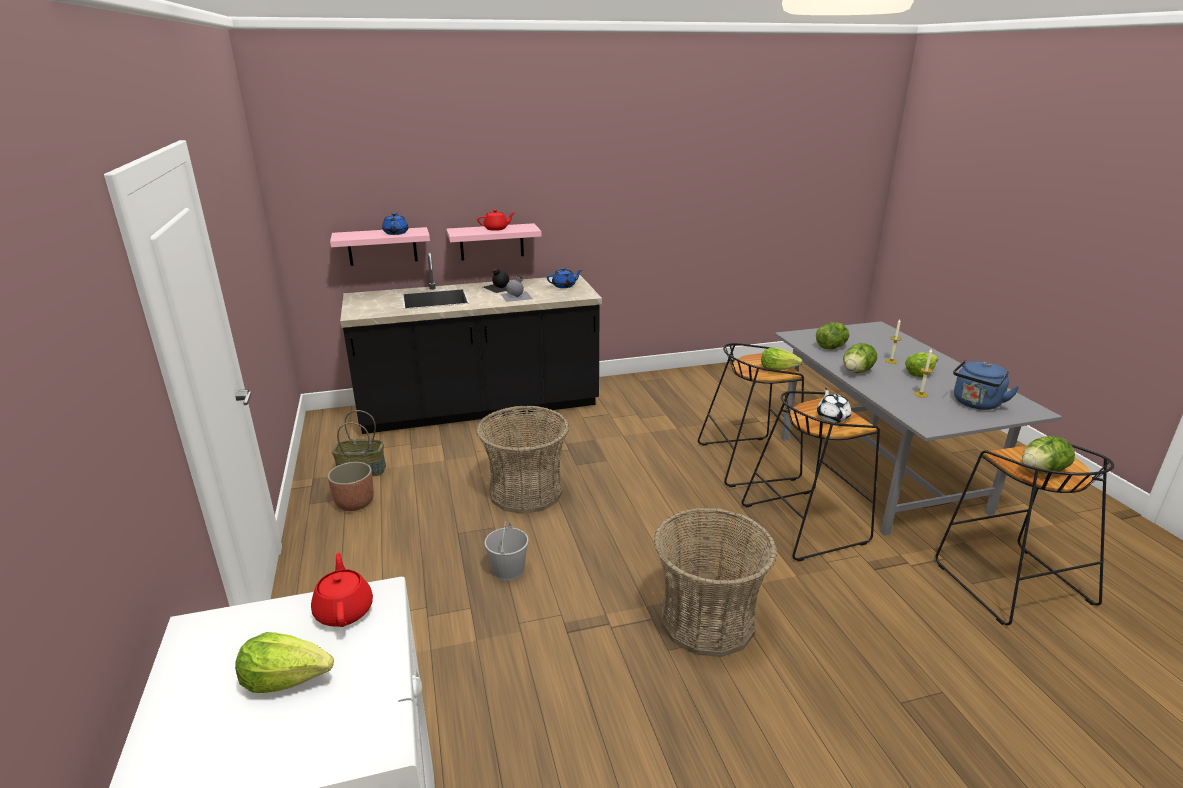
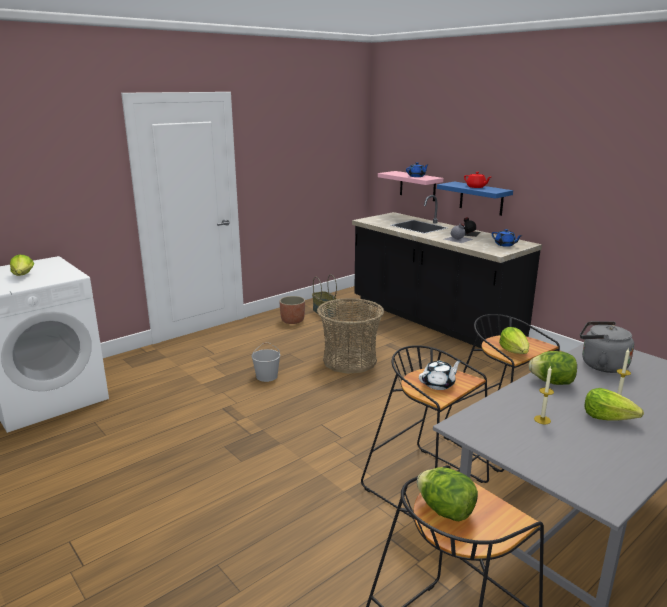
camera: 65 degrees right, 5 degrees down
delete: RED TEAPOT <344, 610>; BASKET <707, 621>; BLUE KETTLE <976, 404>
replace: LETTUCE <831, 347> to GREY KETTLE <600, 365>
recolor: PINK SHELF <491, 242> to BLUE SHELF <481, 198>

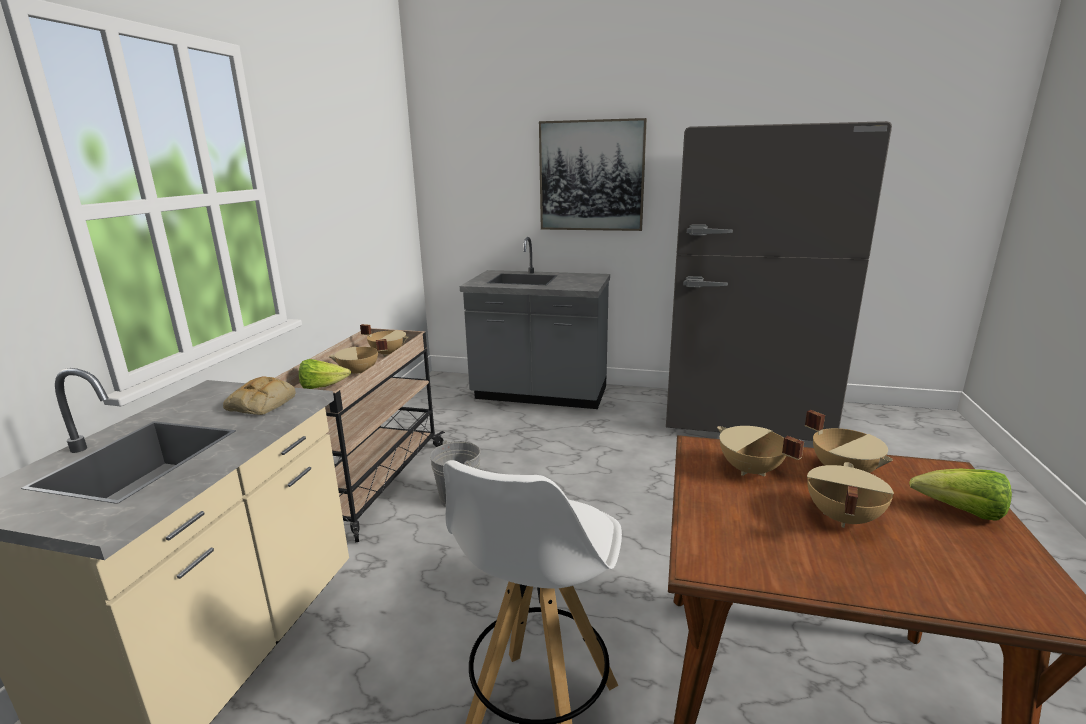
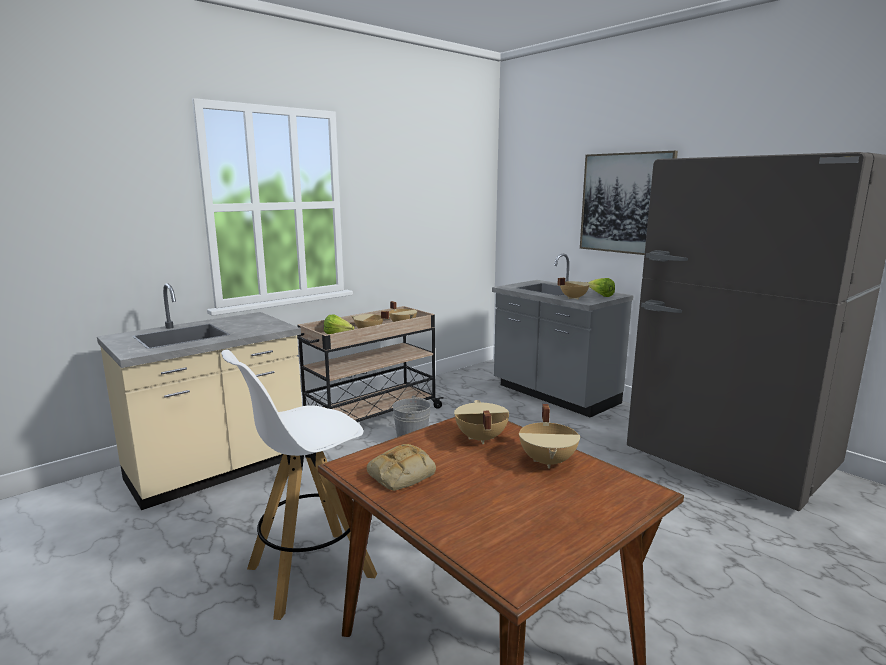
camera: 35 degrees right, 5 degrees down
move: BREAD <262, 404> to <401, 474>; BEIGE COOKING POT <841, 517> to <573, 298>; LETTUCE <960, 512> to <600, 295>

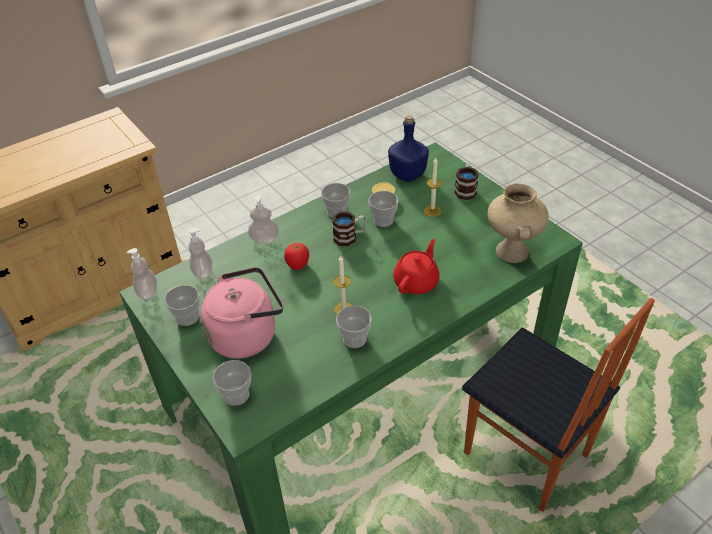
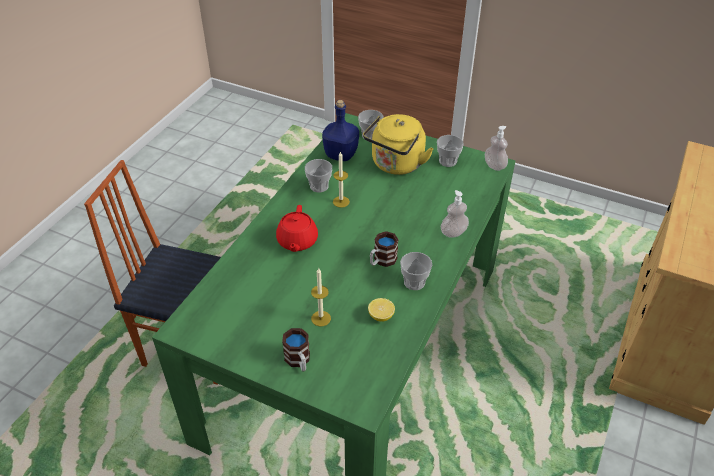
camera: 150 degrees right, 0 degrees up
delete: SOAP DISPENSER <203, 272>; TOMATO <297, 265>; CUP <383, 220>; BEIGE VASE <510, 251>
move: BLUE BOTTLE <408, 175> to <340, 154>
recolor: PINK KETTLE <247, 334> to YELLOW KETTLE <396, 165>

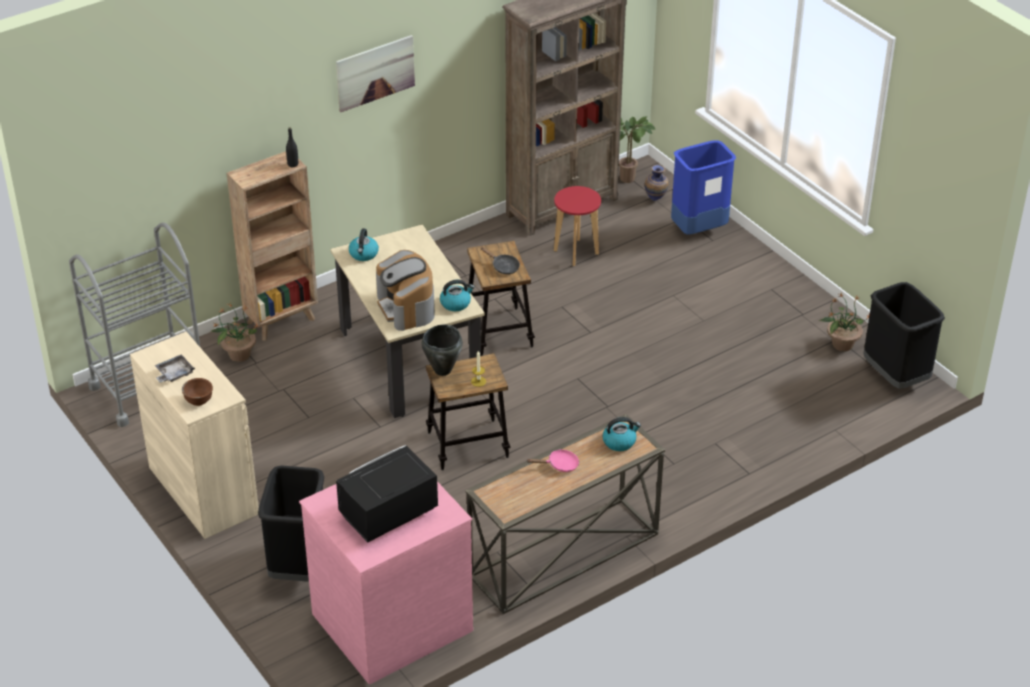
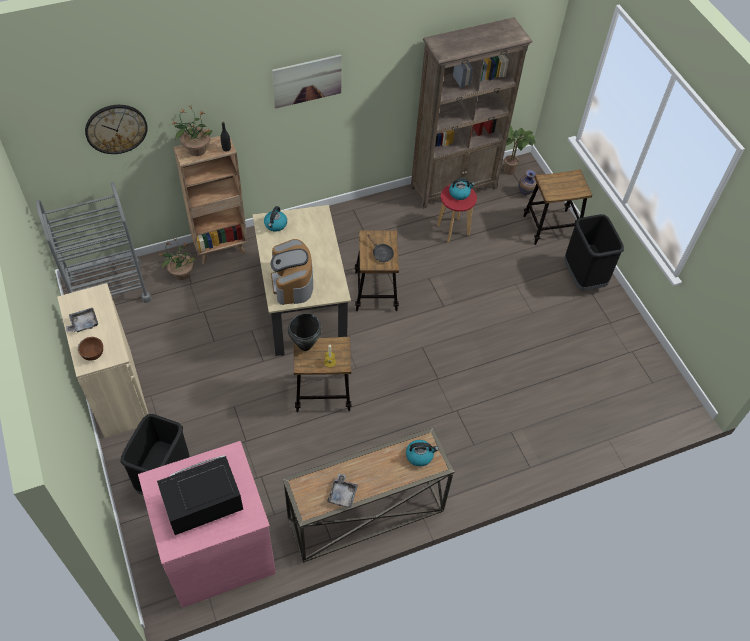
camera: 10 degrees right, 15 degrees up
delete: PINK FRYING PAN <559, 465>
insert: WALL CLOCK <116, 128>; GREY TRAY <342, 494>
move: KETTLE <456, 303> to <459, 193>; POTTED PLANT <841, 344> to <196, 149>; BLACK TRASH CAN <894, 376> to <583, 277>
replace: BLUE TRASH CAN <698, 229> to STOOL <550, 227>

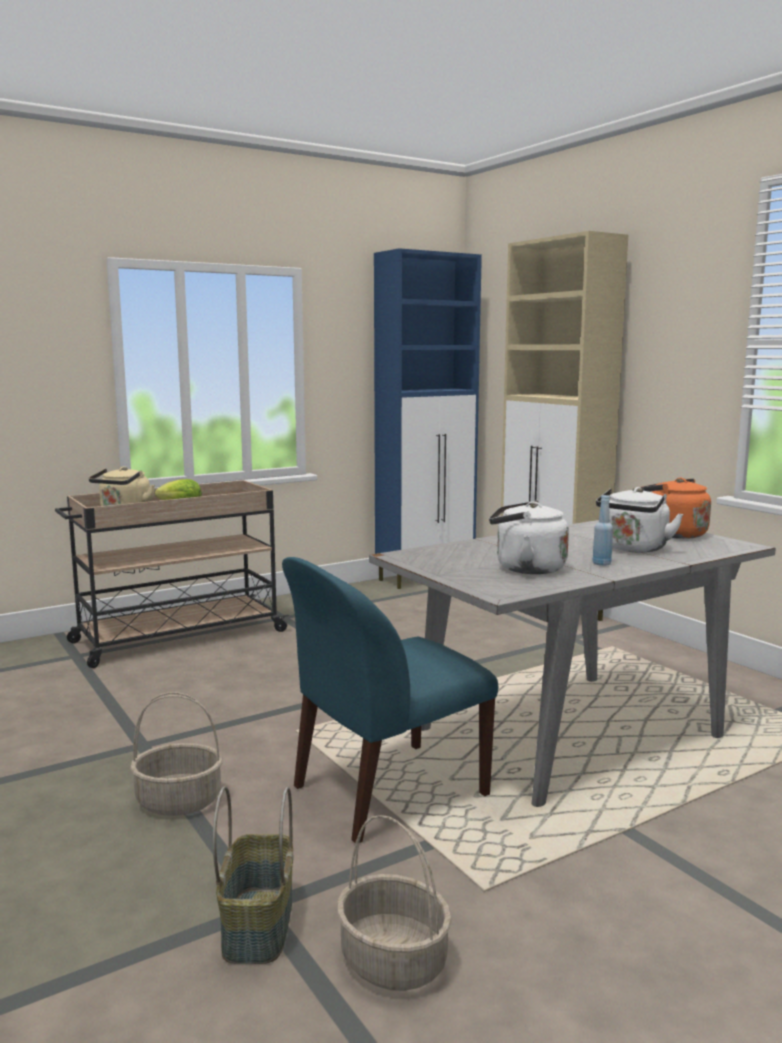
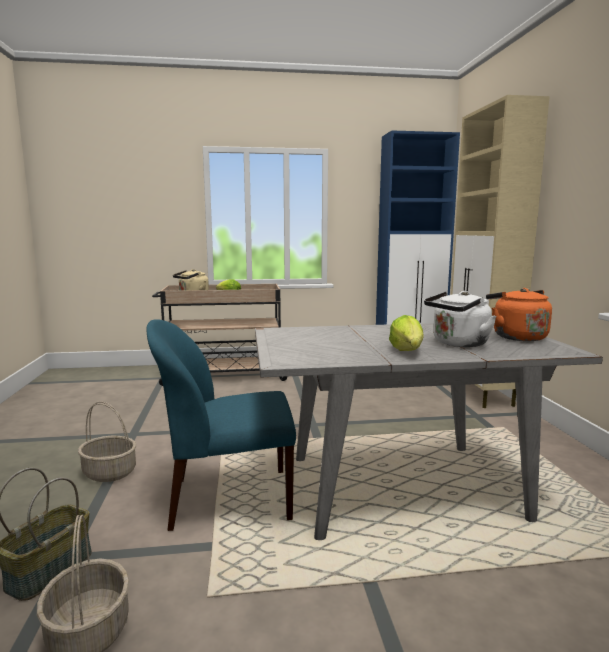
camera: 25 degrees right, 0 degrees up
delete: WHITE KETTLE <525, 568>
replace: BLUE BOTTLE <602, 564> to LETTUCE <407, 351>

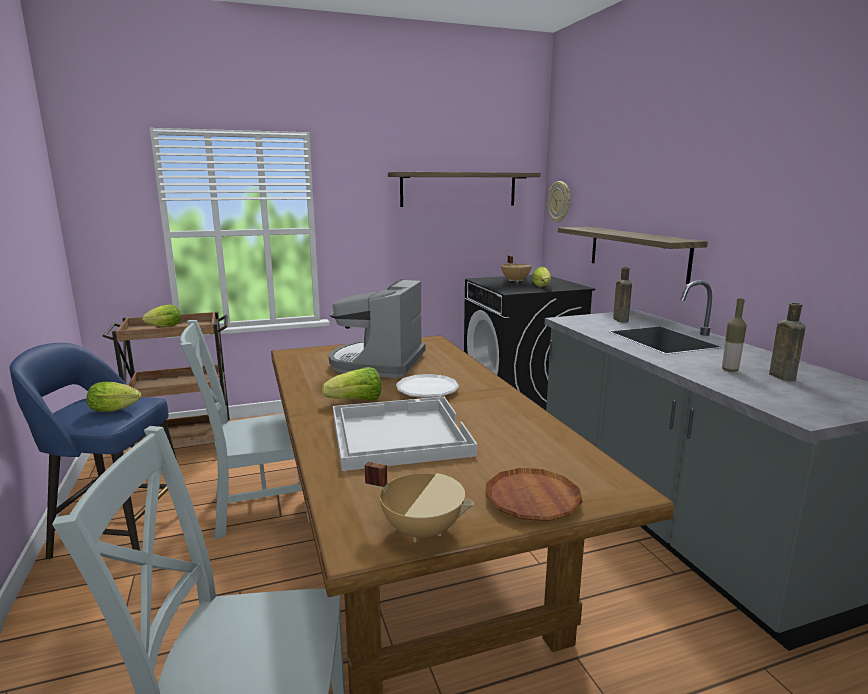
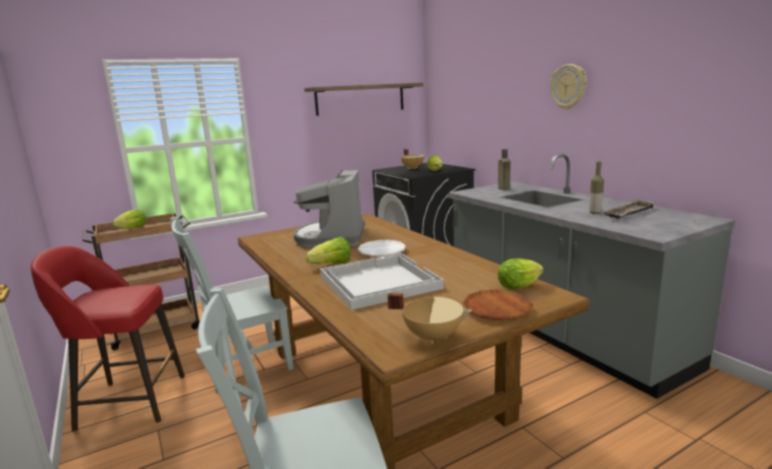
camera: 10 degrees left, 0 degrees up
delete: SHELF <637, 252>
move: LETTUCE <117, 410> to <521, 286>; WALL CLOCK <559, 201> to <568, 86>
replace: BROWN BOTTLE <780, 376> to TRAY <629, 213>
recolor: BLUE STOOL <118, 532> to RED STOOL <129, 402>

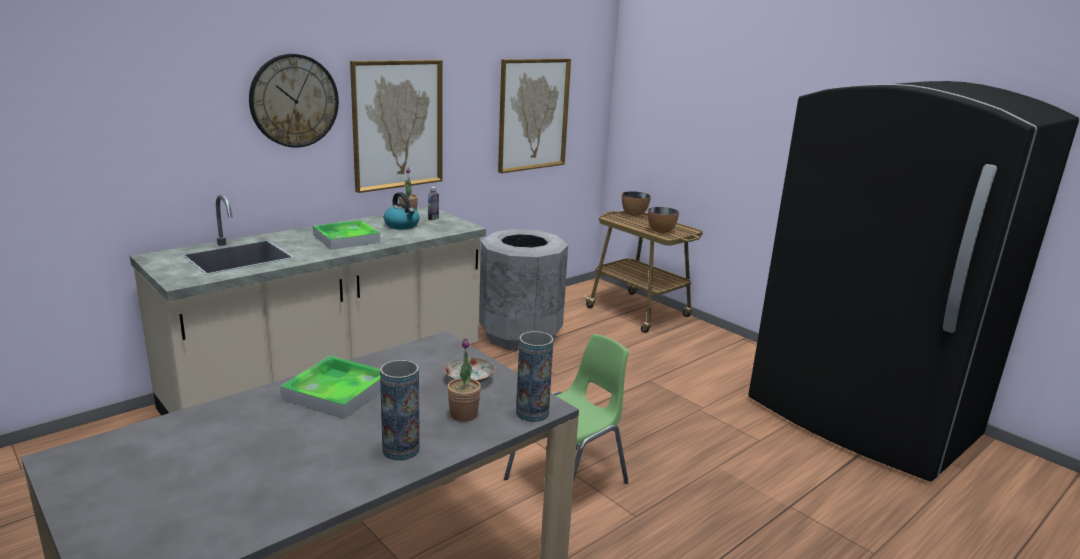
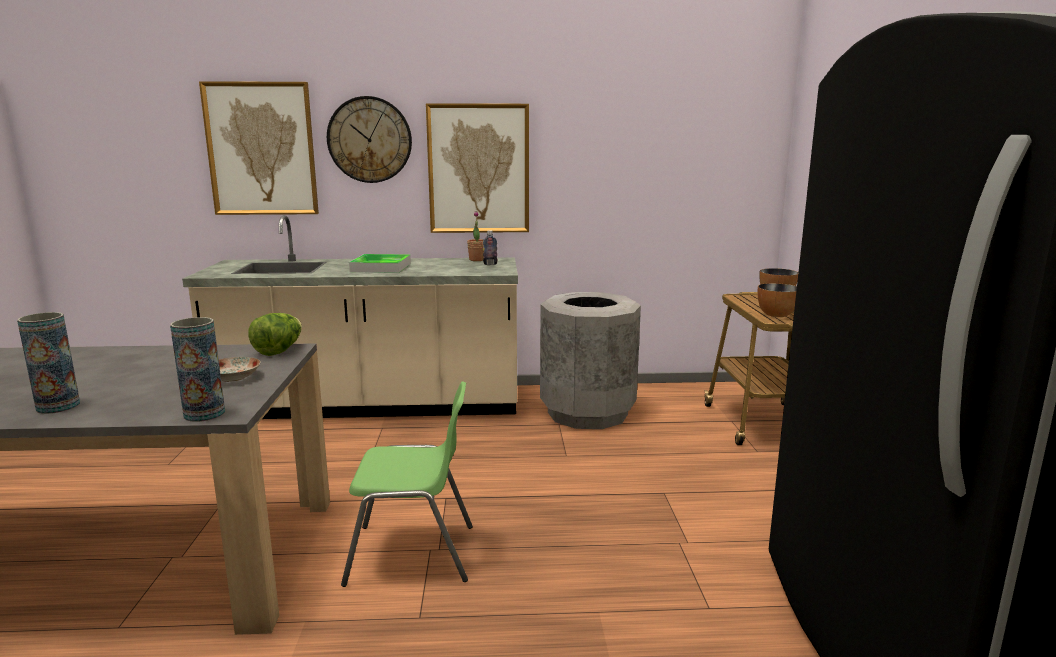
camera: 40 degrees right, 5 degrees down
delete: TRAY <337, 392>; KETTLE <402, 225>; POTTED PLANT <463, 415>
insert: LETTUCE <279, 350>
move: PICTURE <533, 114> to <261, 149>

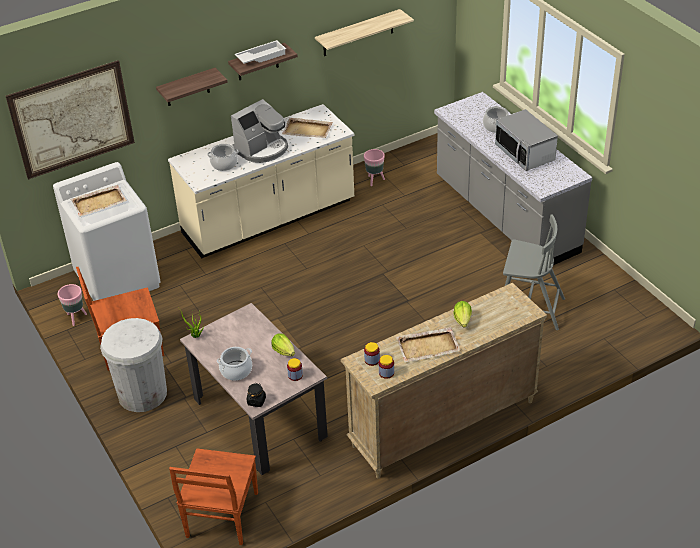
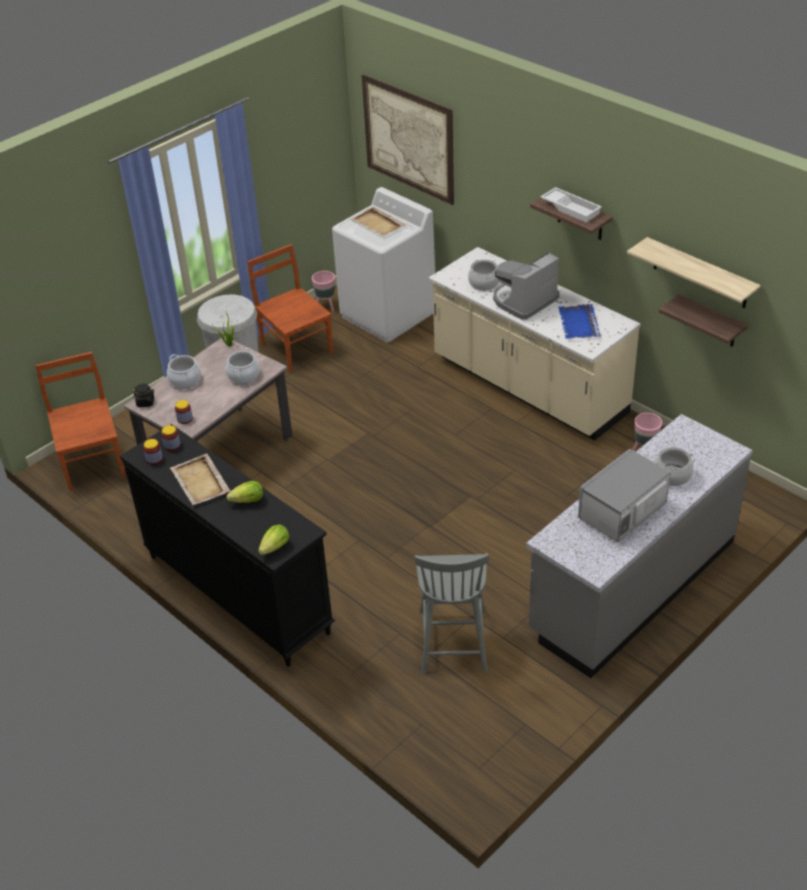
camera: 75 degrees right, 0 degrees up
insert: COOKING POT <243, 376>
move: SHELF <187, 88> to <710, 322>; LETTUCE <283, 351> to <275, 547>
recolor: BEIGE TRAY <308, 130> to BLUE TRAY <578, 324>; BEIGE DRESSER <442, 424> to BLACK DRESSER <237, 593>
rotate: BROWN CHAIR <221, 516> = <92, 462> 75 degrees clockwise; COFFEE MACHINE <262, 149> = <524, 301> 105 degrees clockwise

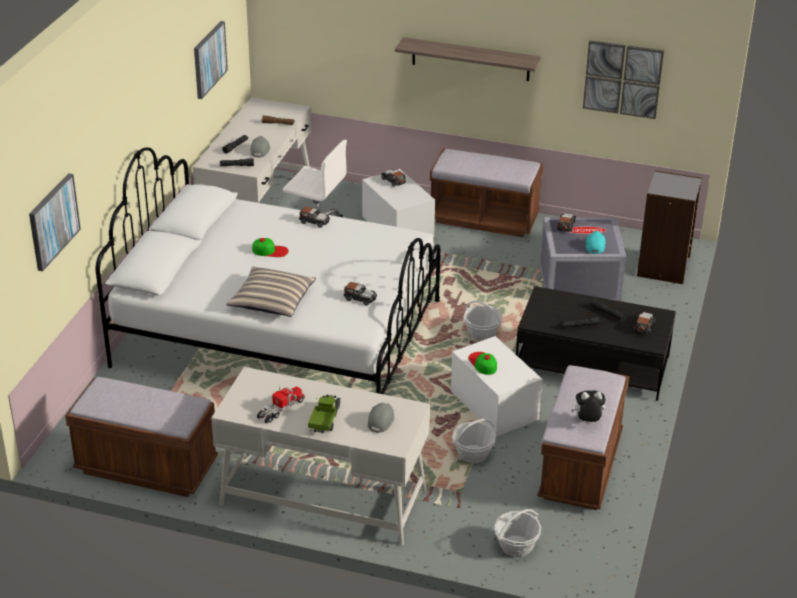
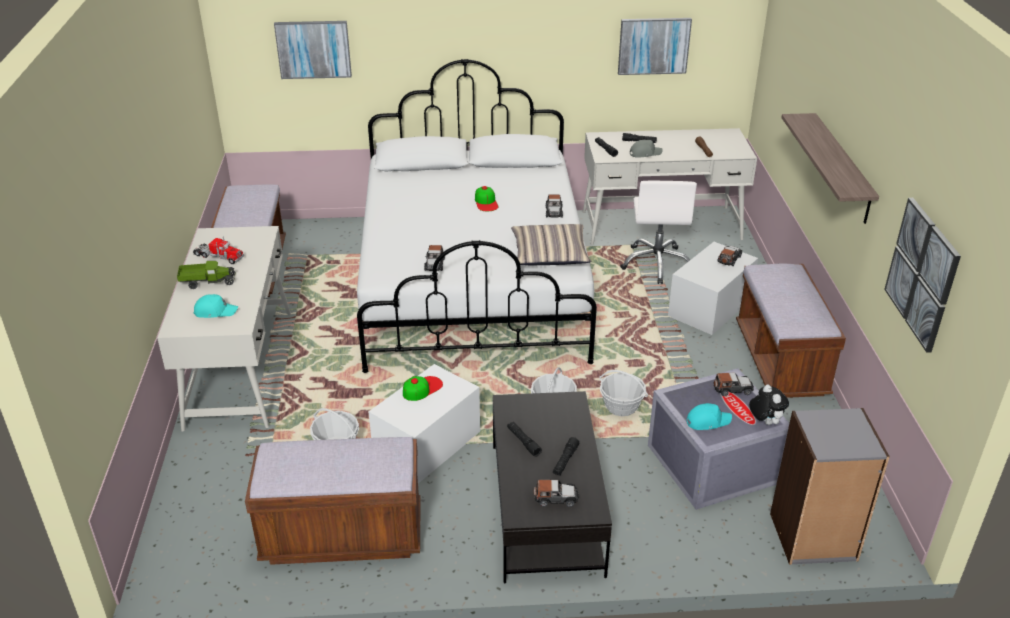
camera: 70 degrees right, 0 degrees up
move: PILLOW <272, 300> to <550, 254>; BASKET <516, 546> to <621, 407>; PLUSH TOY <587, 422> to <764, 422>
recolor: GREY CAP <380, 420> to TURQUOISE CAP <215, 311>

